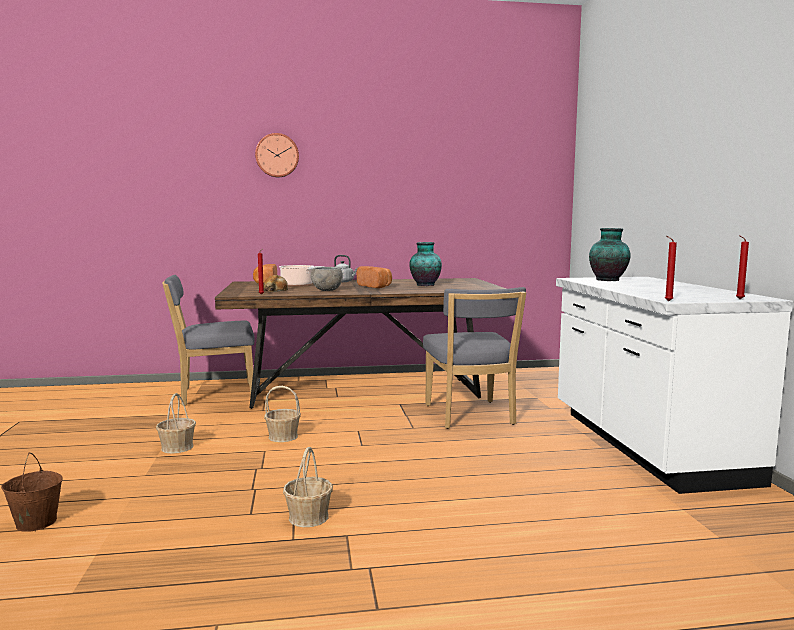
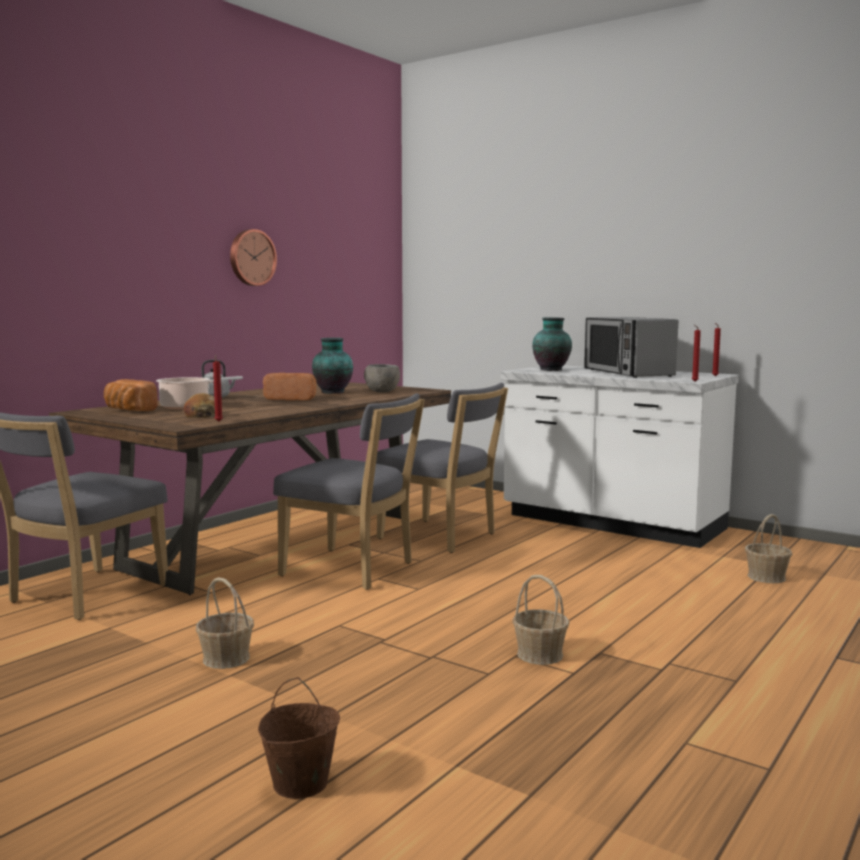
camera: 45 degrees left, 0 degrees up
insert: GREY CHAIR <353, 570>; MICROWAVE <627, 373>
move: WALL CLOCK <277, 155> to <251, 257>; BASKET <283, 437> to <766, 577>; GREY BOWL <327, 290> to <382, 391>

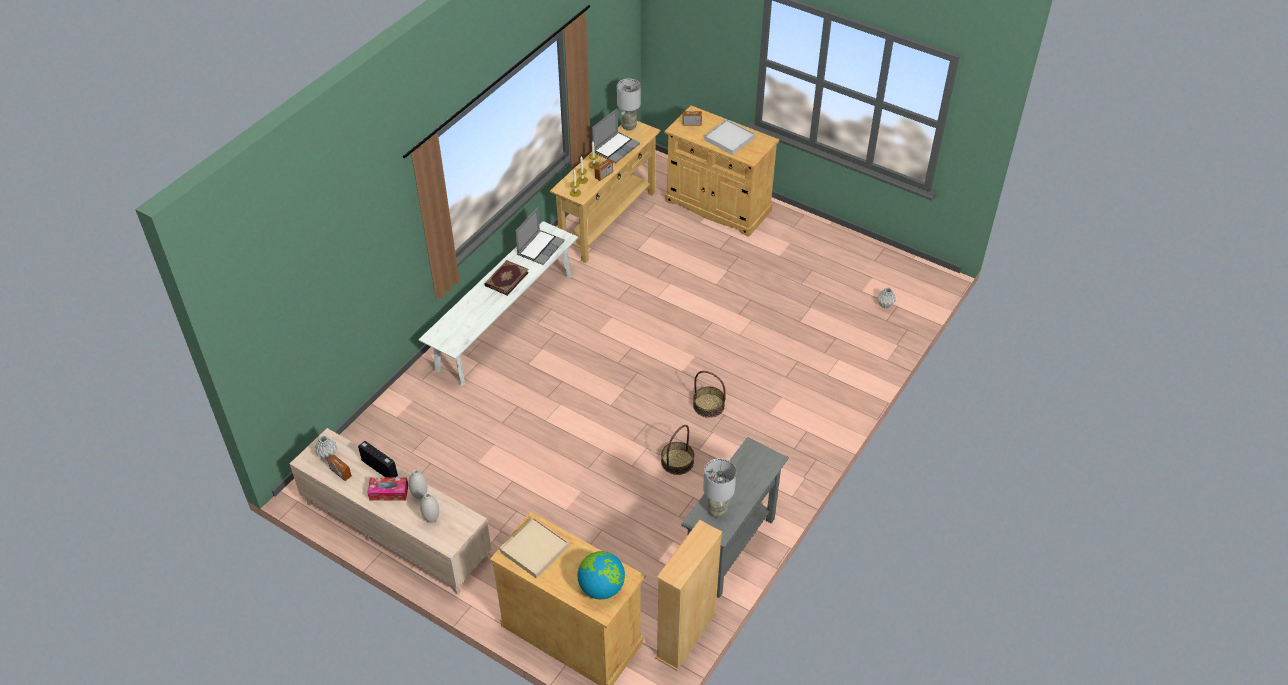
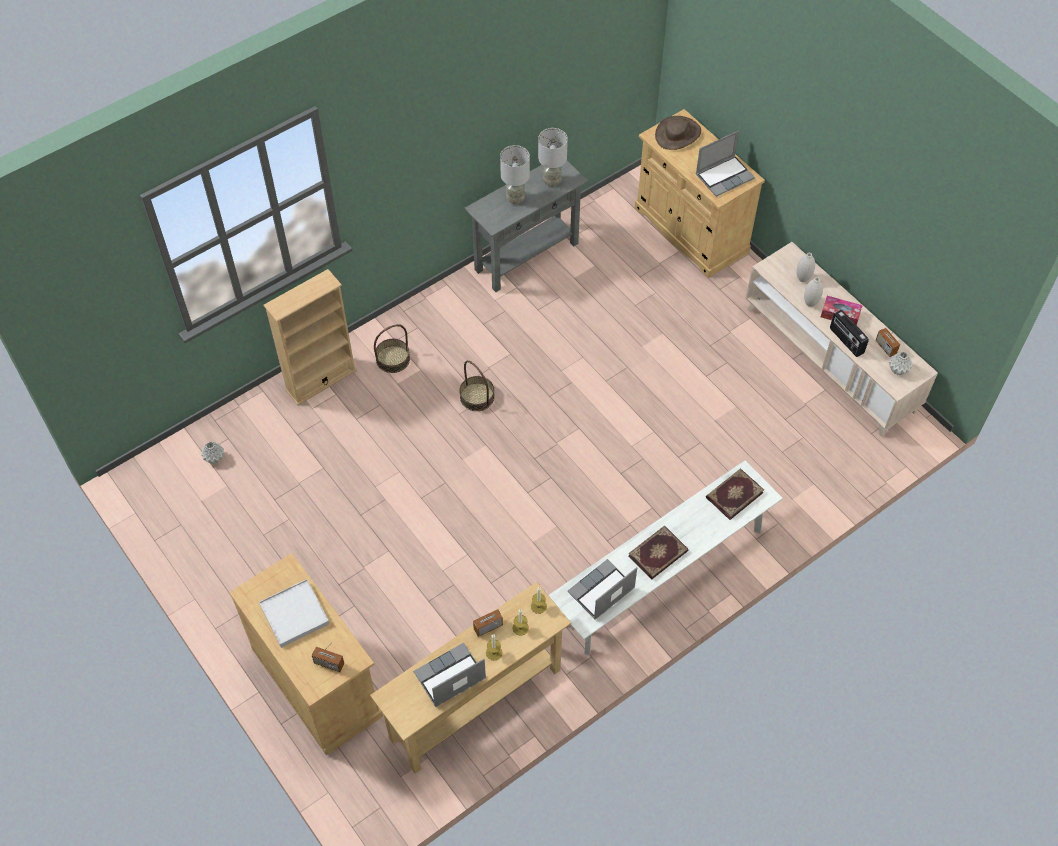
camera: 160 degrees left, 10 degrees up
insert: BOOK <733, 494>
move: GREY TABLE LAMP <629, 126> to <515, 199>; BEIGE BOOKCASE <686, 636> to <321, 380>; BASKET <677, 461> to <393, 359>
replace: BEIGE TRAY <534, 549> to LAPTOP <724, 176>; GLOBE <601, 587> to BROWN HAT <678, 134>

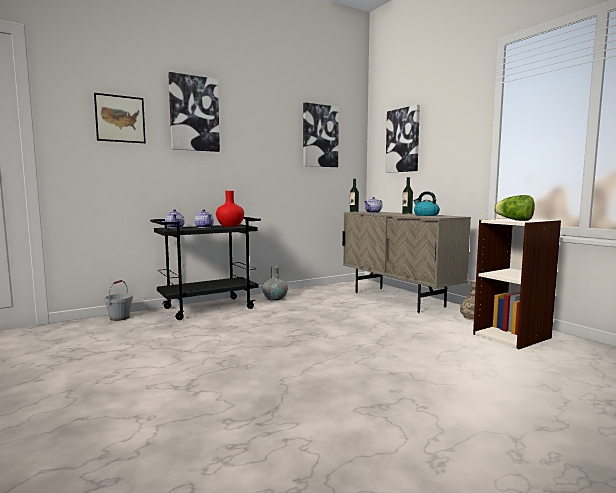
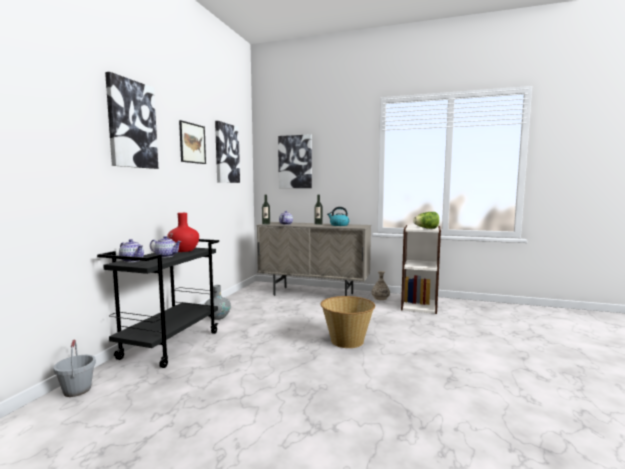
camera: 40 degrees left, 0 degrees up
insert: BASKET <347, 340>
move: PICTURE <120, 119> to <192, 143>

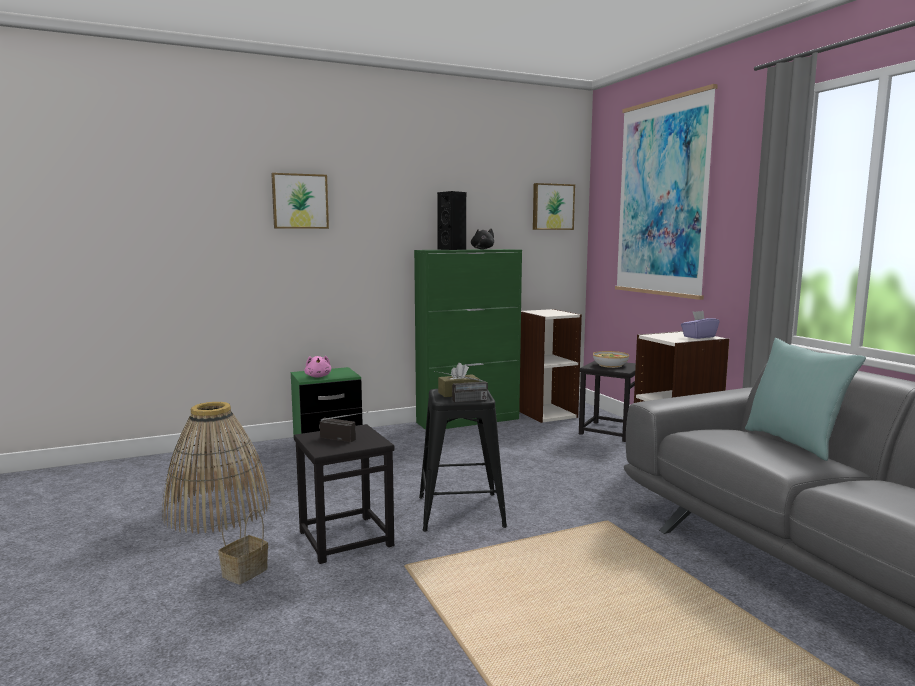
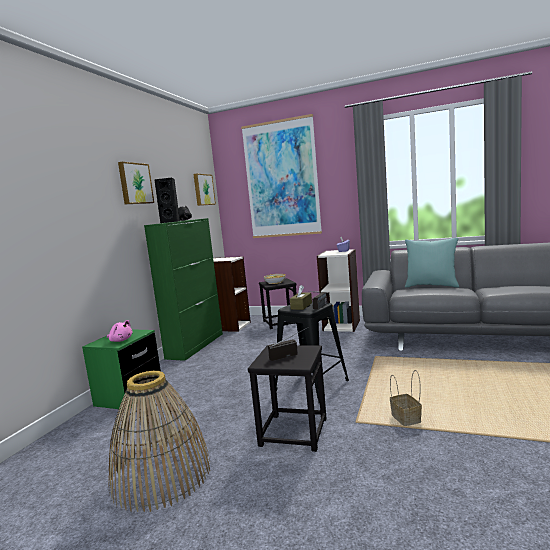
camera: 45 degrees left, 0 degrees up
move: BASKET <244, 573> to <407, 419>; PICTURE <300, 201> to <135, 183>

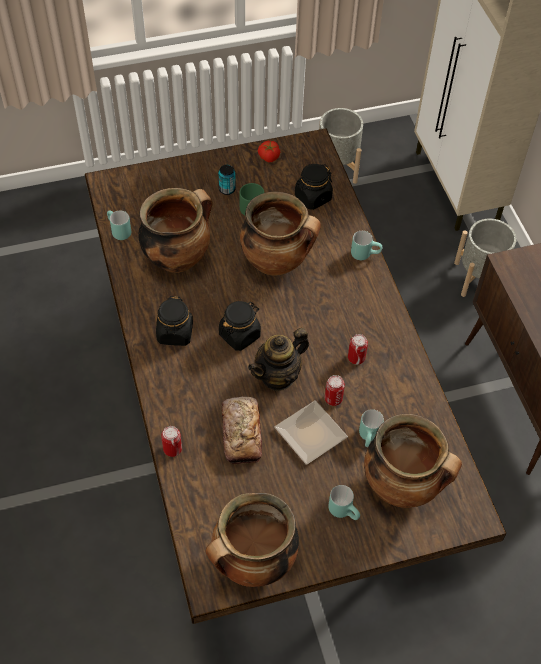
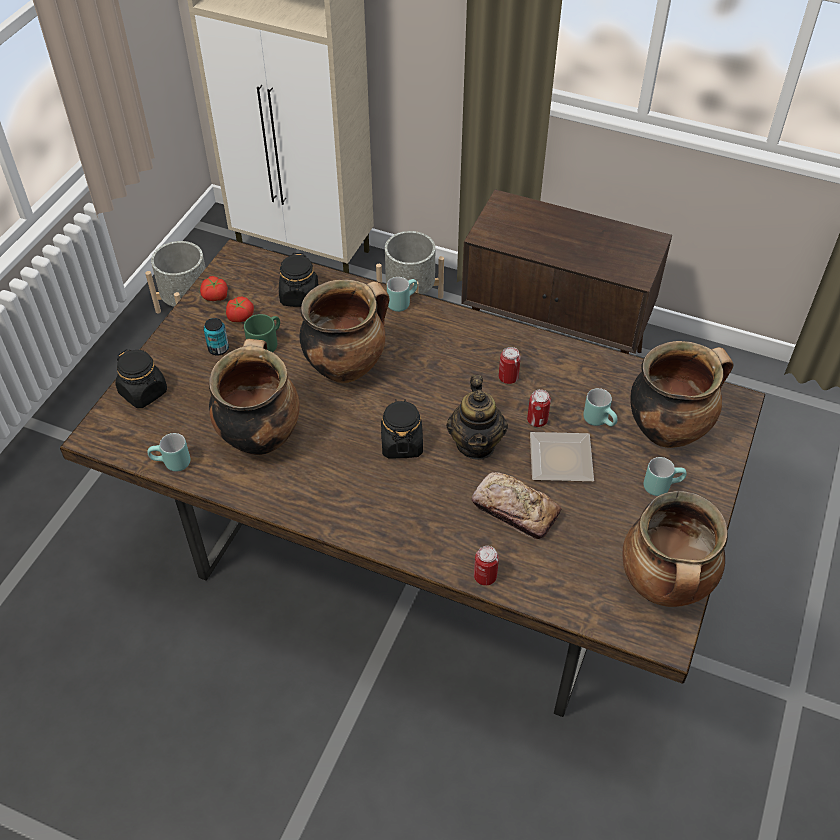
camera: 50 degrees left, 5 degrees down
insert: TOMATO <240, 316>
move: BLACK JAR <175, 333> to <143, 392>

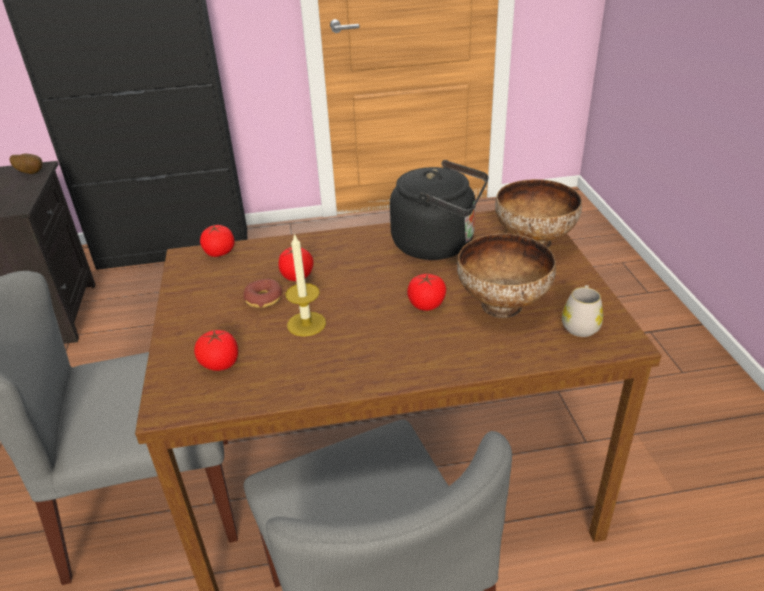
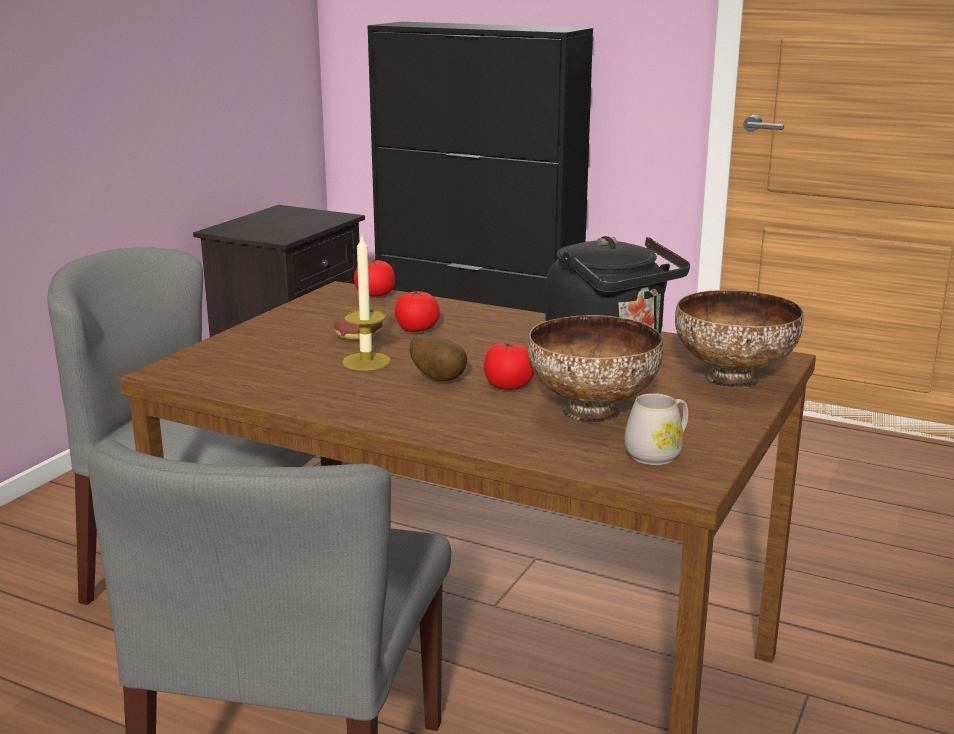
camera: 35 degrees right, 15 degrees down
delete: TOMATO <220, 363>
move: POTATO <31, 173> to <440, 378>

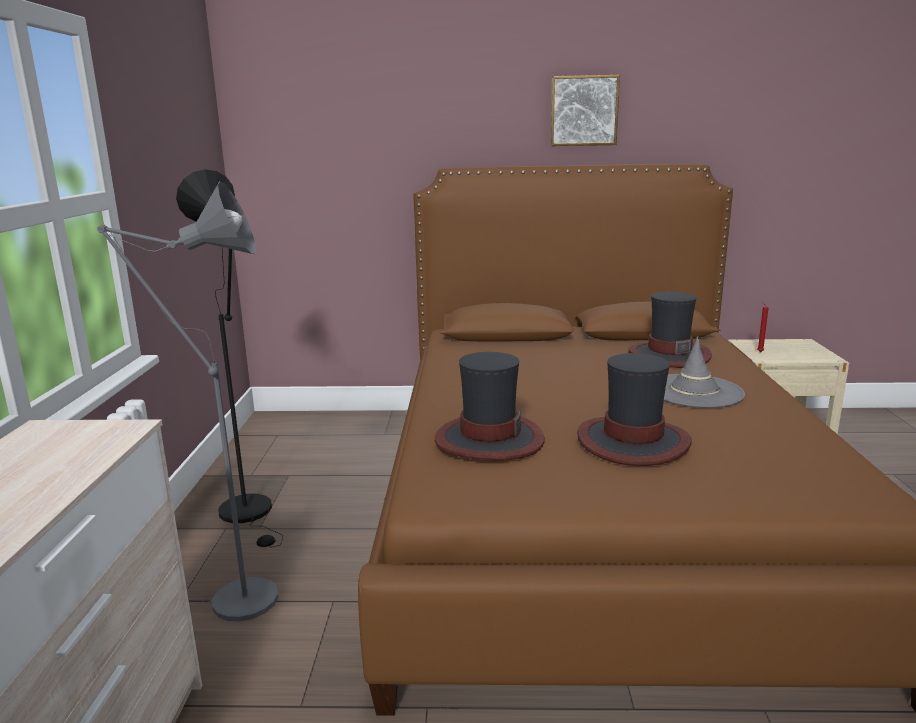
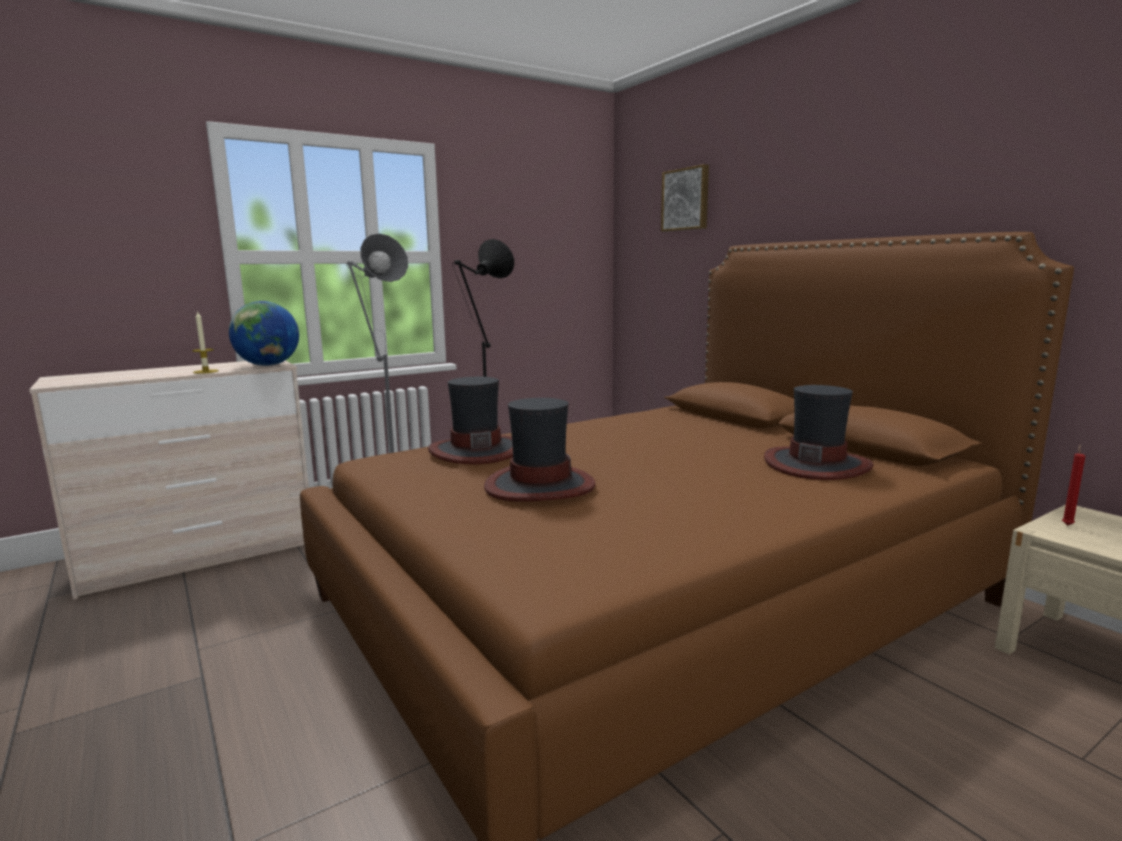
camera: 55 degrees right, 5 degrees down
delete: GREY HAT <694, 391>
insert: CANDLE <206, 371>; GLOBE <268, 365>
move: PICTURE <583, 111> to <686, 199>

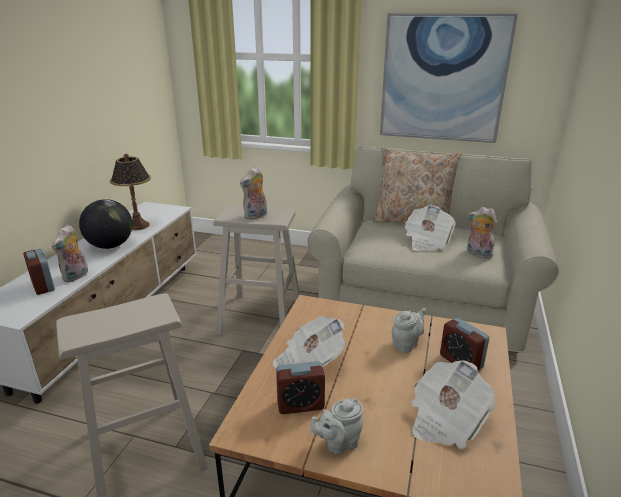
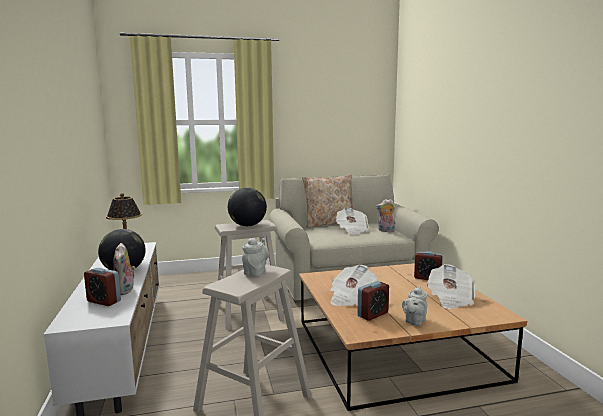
camera: 30 degrees left, 15 degrees down
delete: PICTURE <443, 79>
move: GREY TEAPOT <406, 344> to <255, 272>
replace: PLUSH TOY <256, 216> to GLOBE <247, 225>

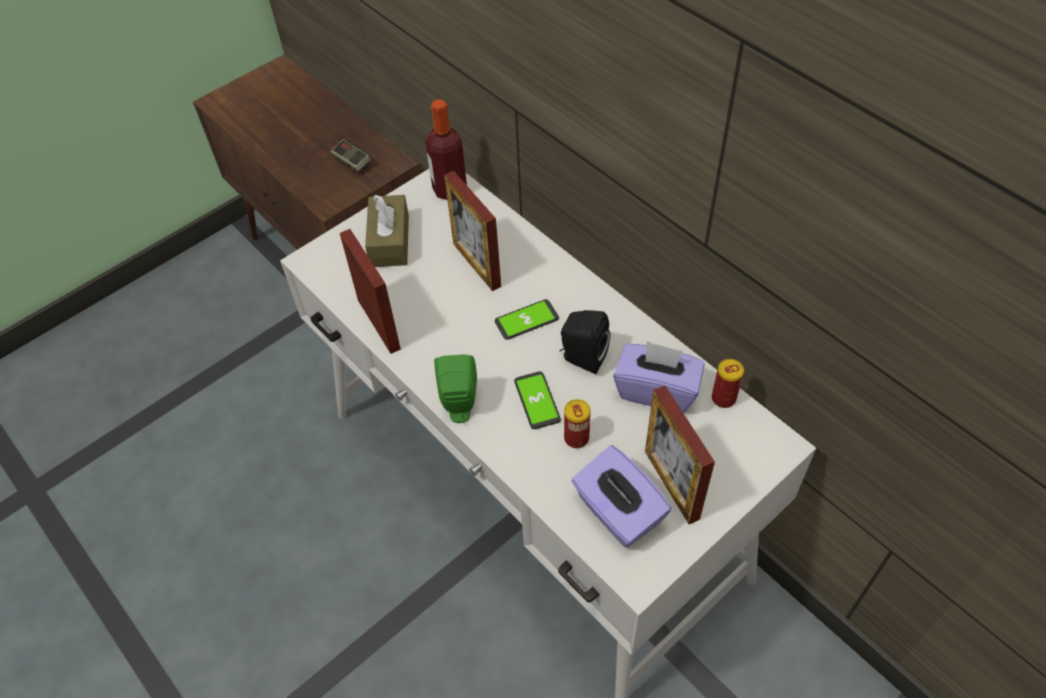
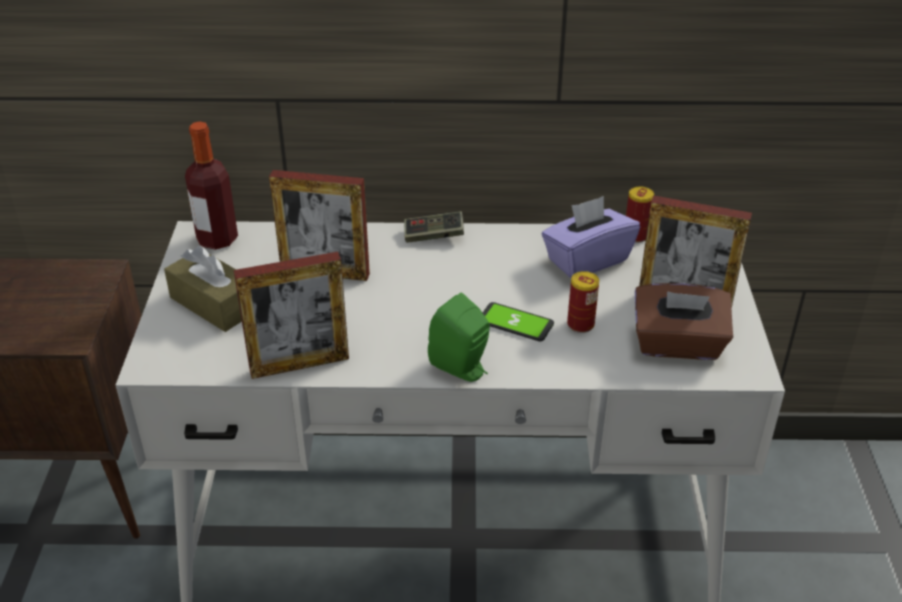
camera: 50 degrees left, 15 degrees down
delete: PHONE <526, 320>; BLACK SPEAKER <582, 358>
move: GAME CONTROLLER <351, 161> to <434, 236>
recolor: PURPLE TISSUE BOX <618, 512> to BROWN TISSUE BOX <678, 345>
rotate: PICTURE FRAME <378, 324> = <299, 364> 150 degrees clockwise

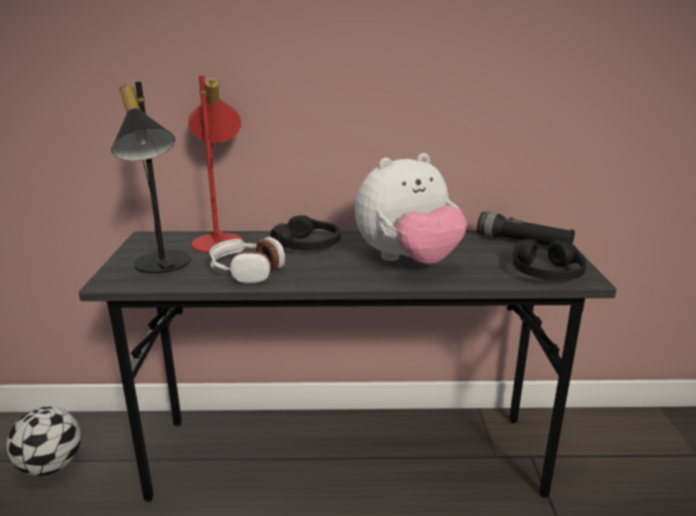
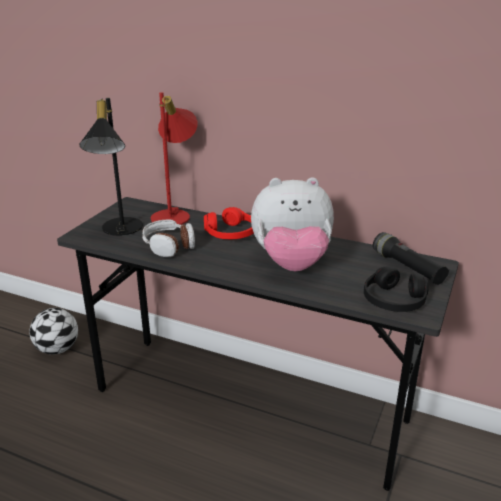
camera: 25 degrees right, 5 degrees up
recolor: BLACK HEADPHONES <308, 245> to RED HEADPHONES <231, 233>

